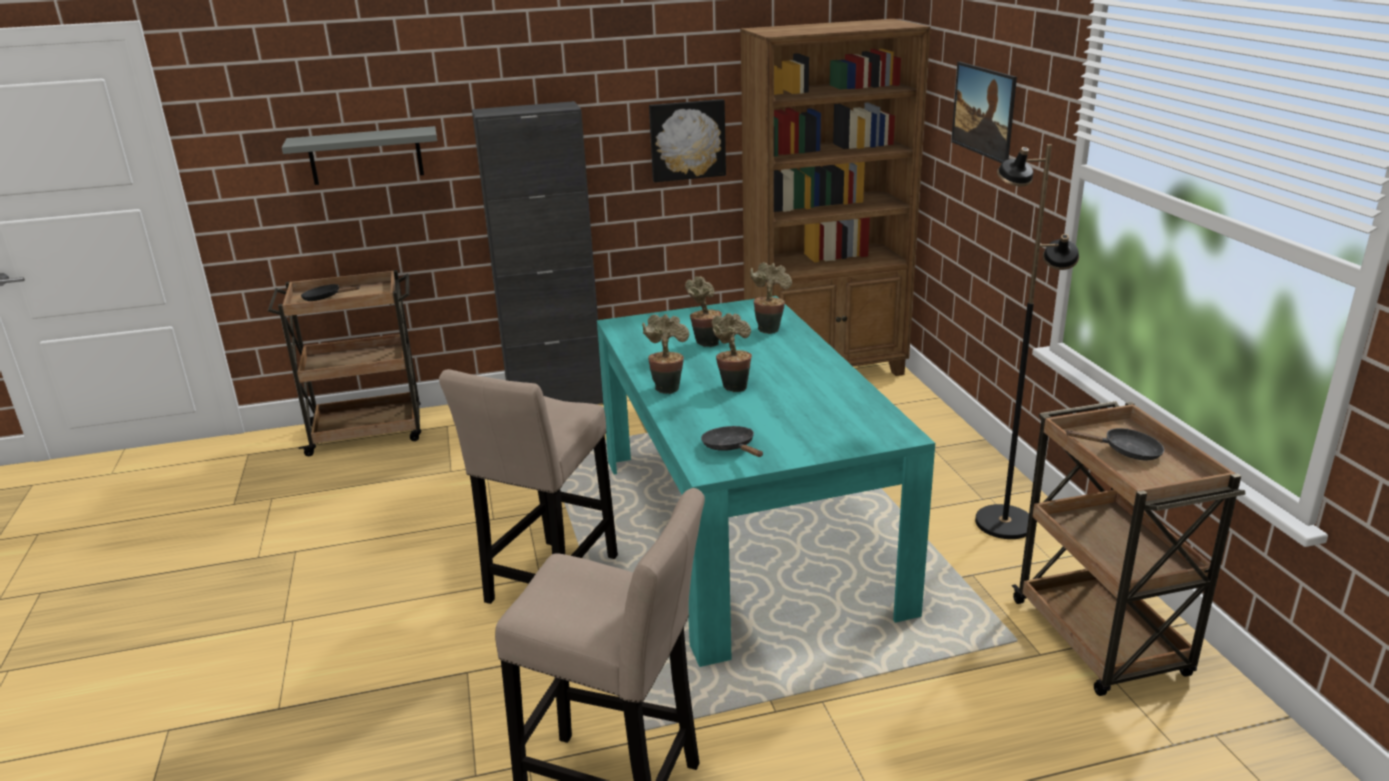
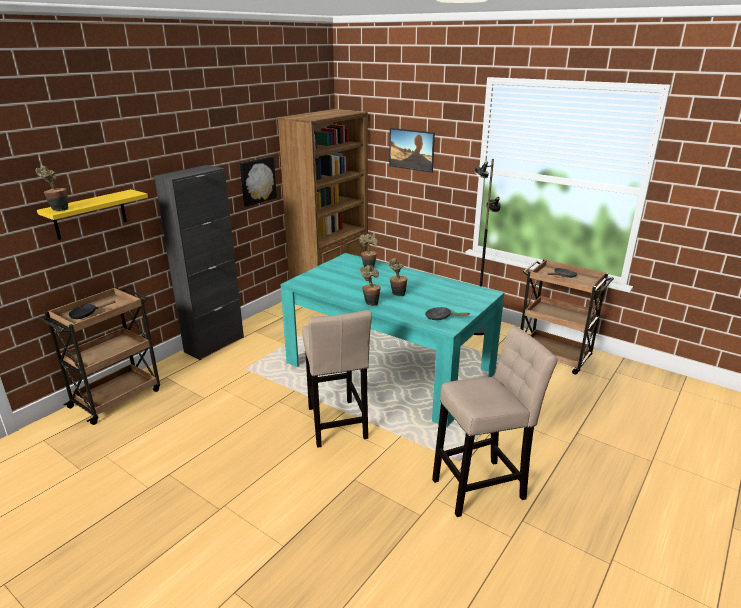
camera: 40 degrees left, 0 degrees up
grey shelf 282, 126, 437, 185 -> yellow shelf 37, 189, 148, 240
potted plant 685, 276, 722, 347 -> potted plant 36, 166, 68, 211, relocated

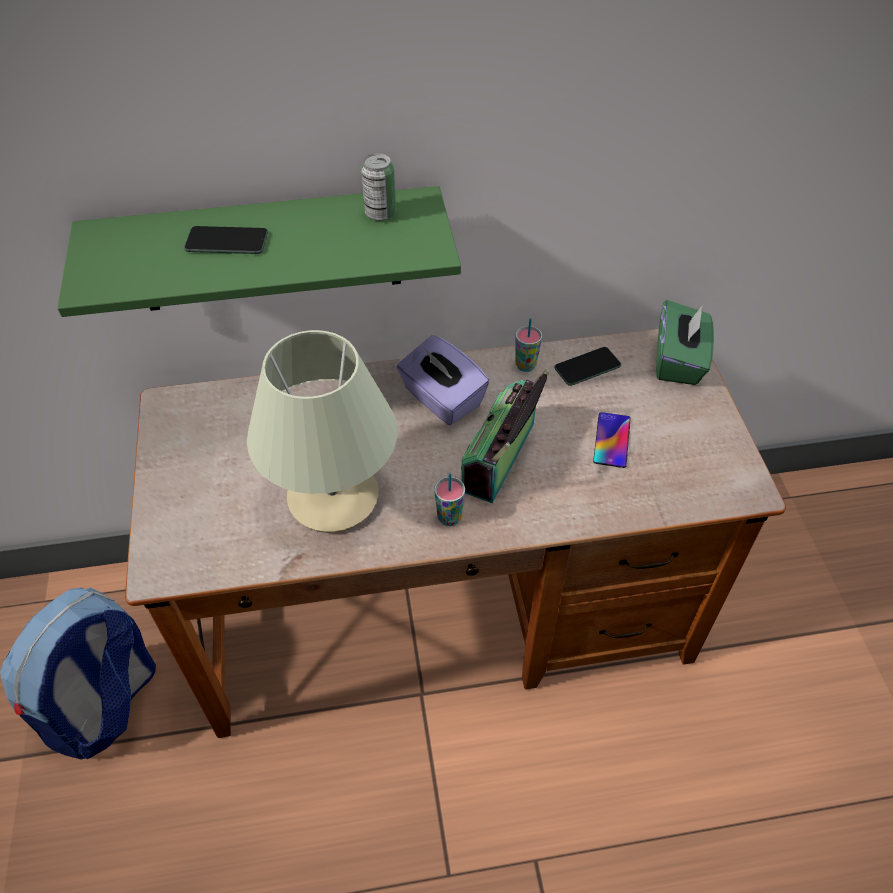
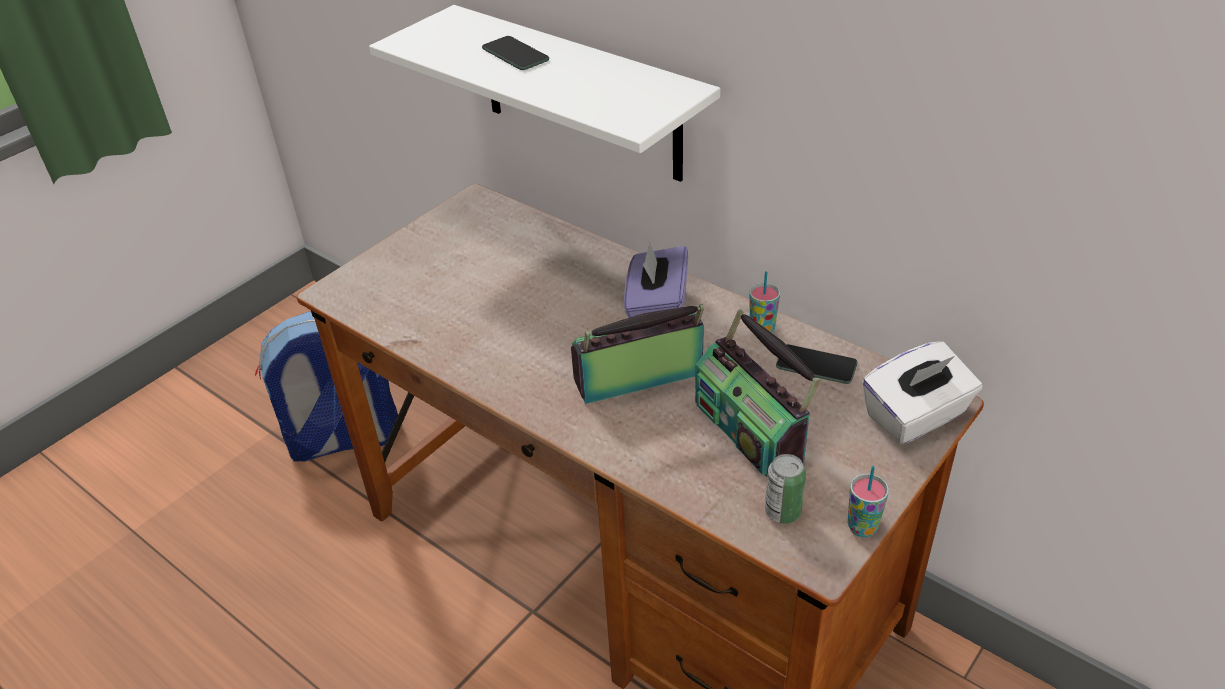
camera: 50 degrees right, 10 degrees down
green shelf 57, 186, 461, 317 -> white shelf 369, 5, 720, 182
beige table lamp 247, 330, 397, 533 -> none
can 361, 153, 396, 221 -> can 765, 454, 806, 524, relocated
cup 434, 473, 465, 526 -> cup 848, 466, 889, 537, relocated
phone 593, 412, 631, 468 -> radio 695, 309, 821, 476
green tissue box 656, 300, 714, 385 -> white tissue box 862, 341, 982, 444

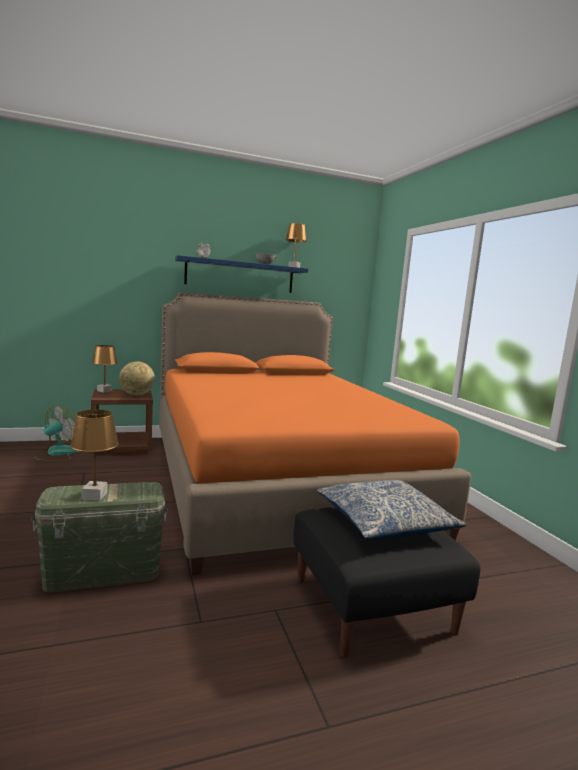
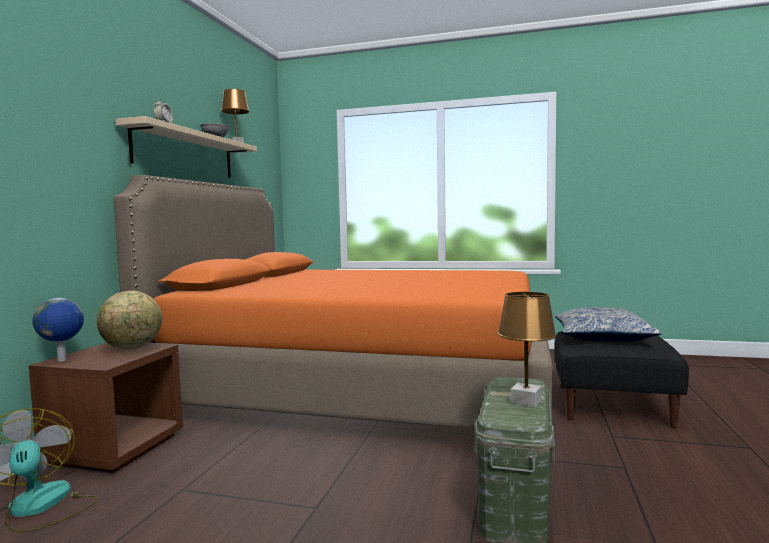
camera: 55 degrees left, 5 degrees down
brown table lamp 92, 345, 117, 393 -> globe 33, 298, 84, 362
blue shelf 175, 255, 308, 293 -> beige shelf 116, 116, 257, 177

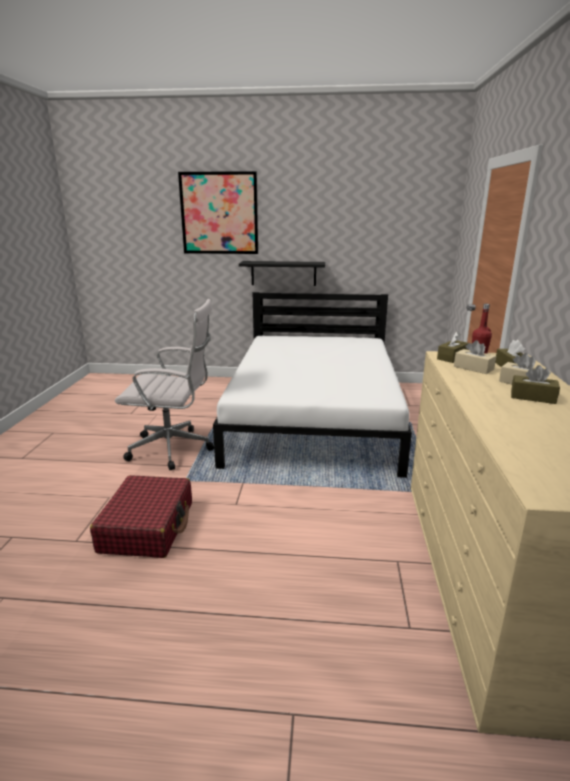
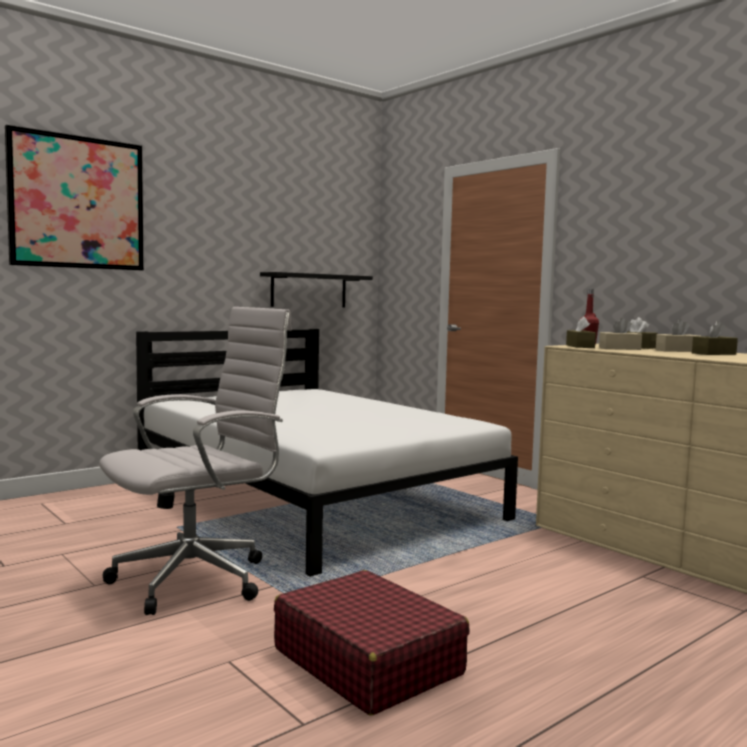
camera: 45 degrees left, 15 degrees down
black shelf 239, 261, 325, 286 -> black shelf 260, 272, 373, 307, relocated

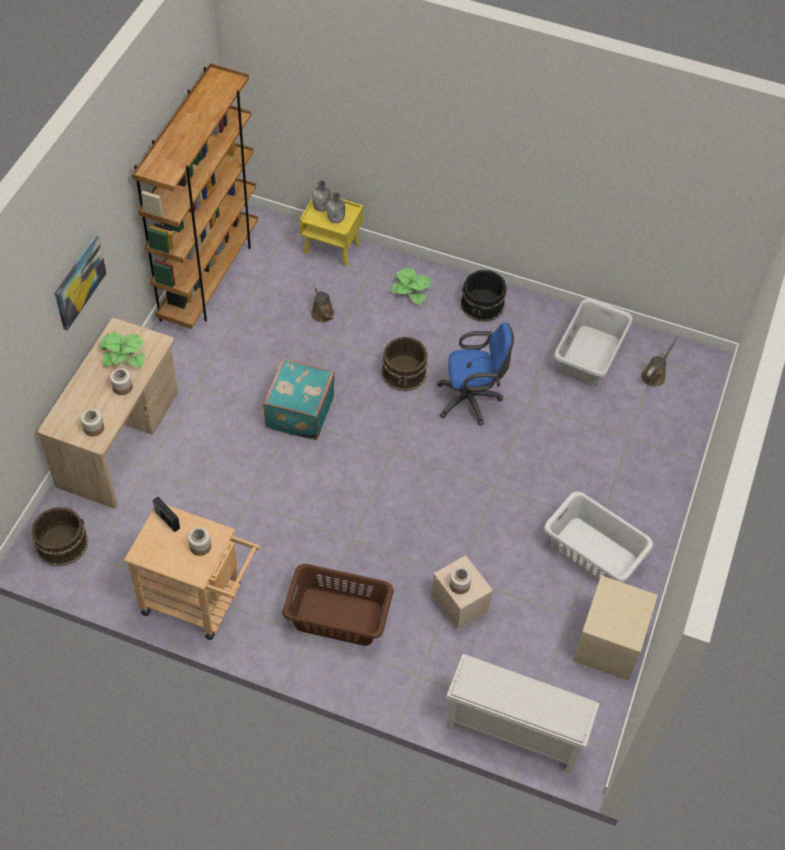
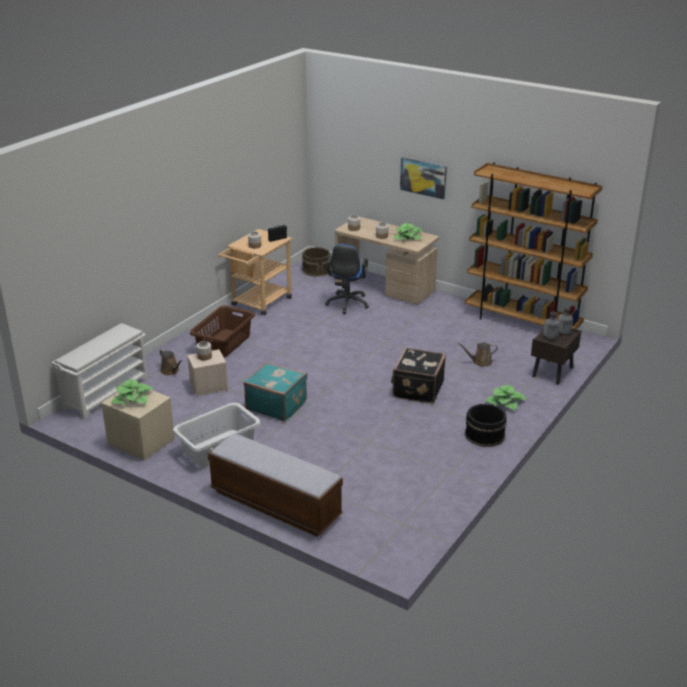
camera: 105 degrees right, 25 degrees down
turquoise suitcase 263, 358, 335, 440 -> turquoise suitcase 244, 362, 307, 421, relocated
yellow nightstand 300, 196, 363, 266 -> brown nightstand 531, 328, 581, 385
brown bucket 381, 337, 428, 391 -> black suitcase 391, 347, 446, 404
blue office chair 437, 322, 514, 426 -> blue office chair 325, 244, 369, 314, relocated
grey laundry basket 554, 298, 633, 386 -> none
brown watering can 641, 337, 678, 387 -> brown watering can 160, 349, 182, 375, relocated
none -> potted plant 111, 379, 153, 405
none -> bench 208, 433, 343, 537

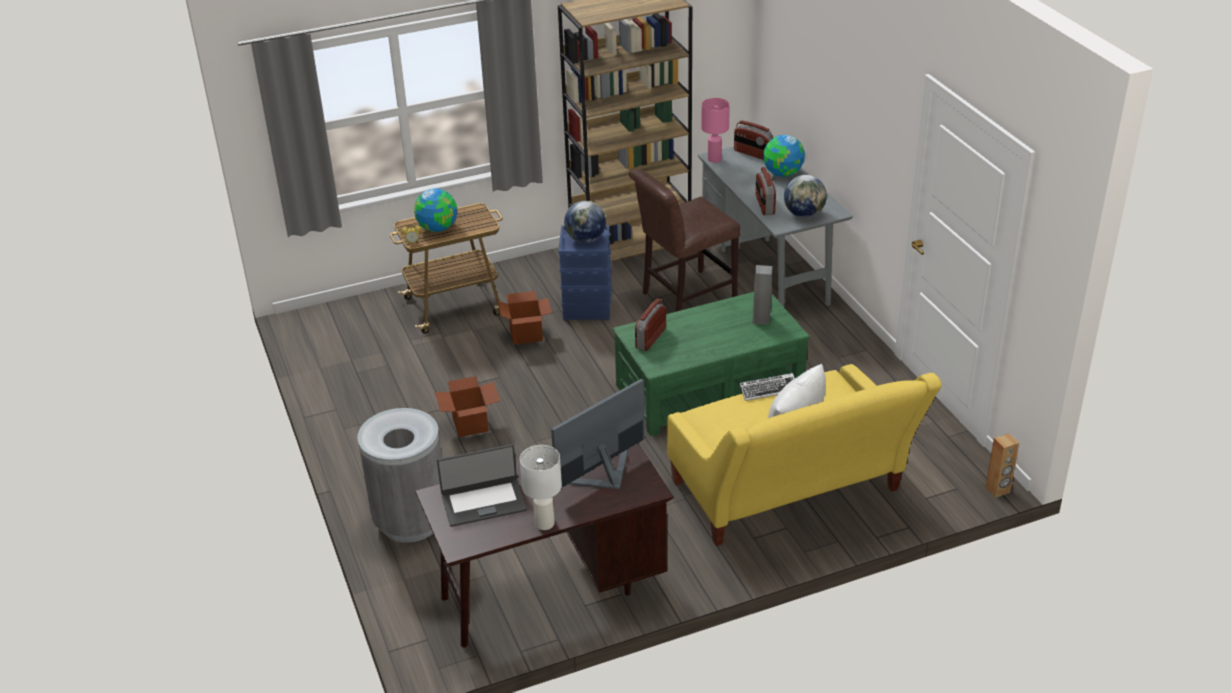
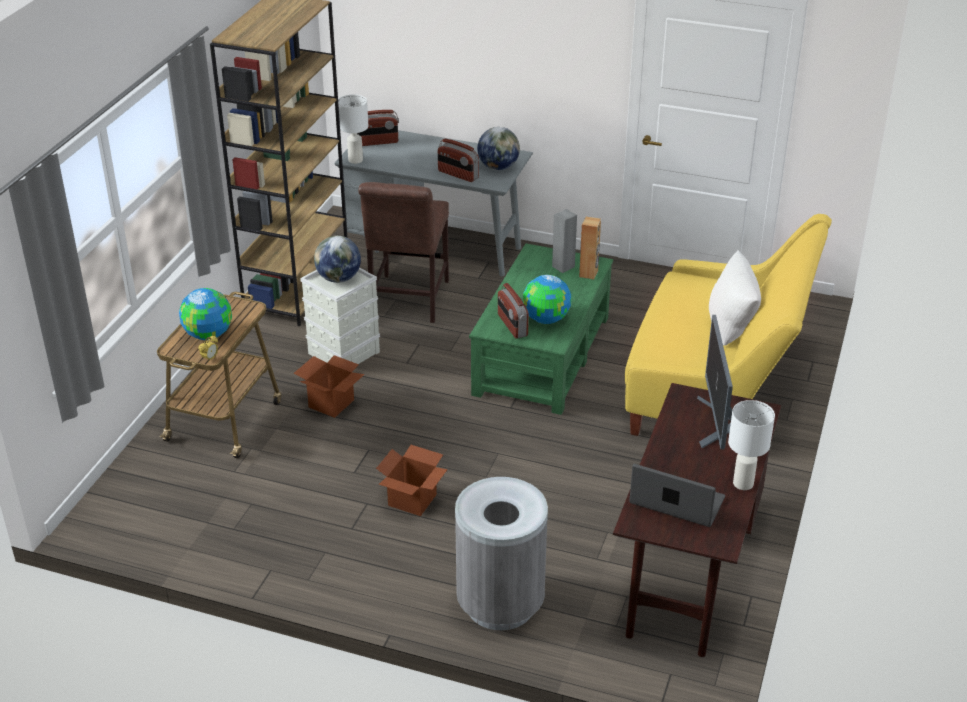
camera: 50 degrees left, 0 degrees up
laptop 437, 444, 527, 527 -> laptop 629, 464, 725, 527, 90 degrees counterclockwise
blue storage box 558, 225, 612, 320 -> grey storage box 300, 267, 380, 364
pink table lamp 701, 98, 730, 163 -> white table lamp 338, 94, 368, 164
keyboard 739, 373, 795, 401 -> none
globe 763, 135, 805, 177 -> globe 523, 275, 571, 324, relocated
brown speaker 985, 433, 1019, 498 -> brown speaker 579, 217, 601, 279, relocated

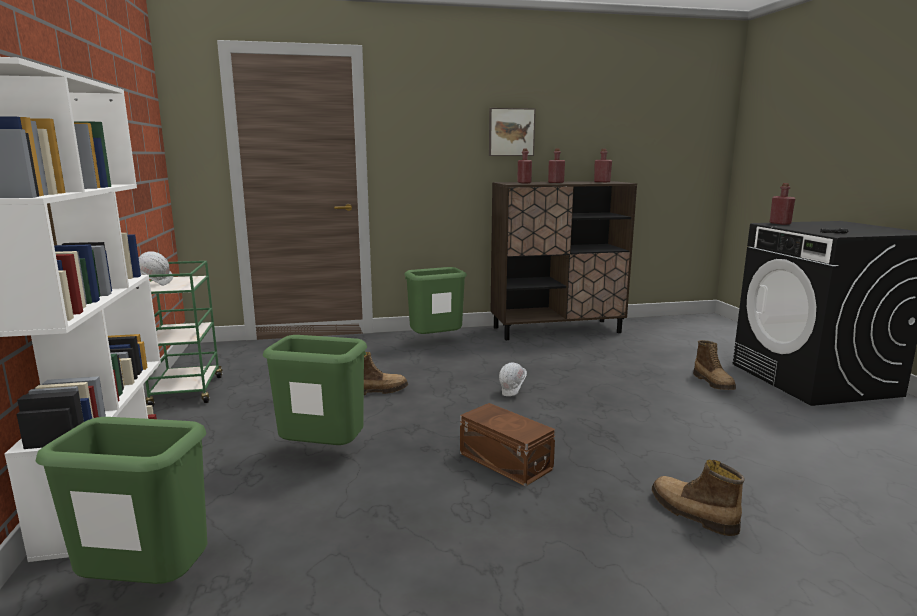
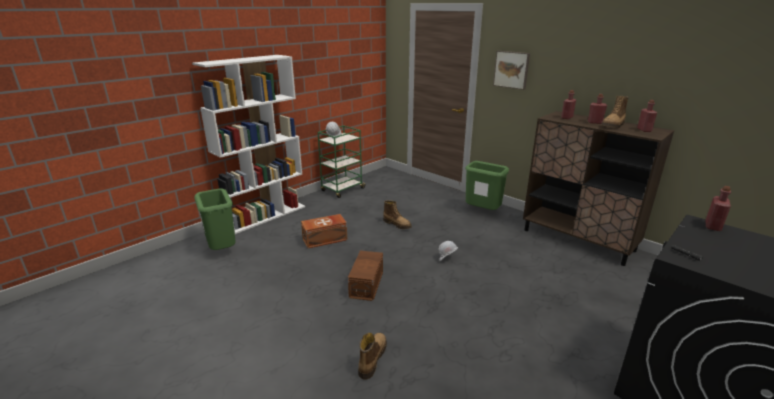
camera: 55 degrees right, 10 degrees up
green trash can 263, 335, 367, 445 -> brown storage box 301, 214, 347, 248
picture 489, 108, 535, 156 -> picture 493, 51, 530, 90, relocated
boot 693, 340, 736, 390 -> boot 601, 96, 629, 128, relocated

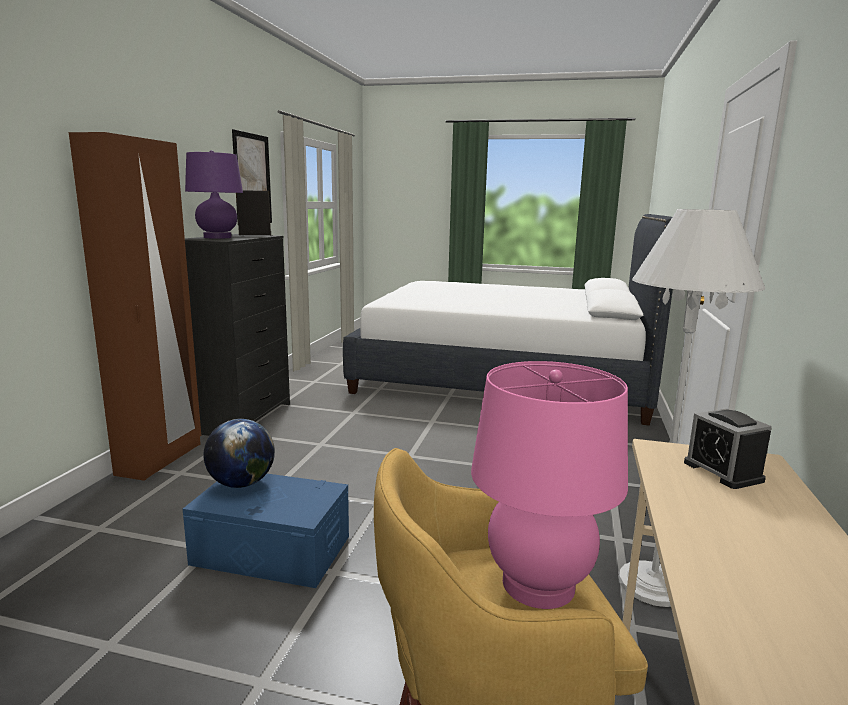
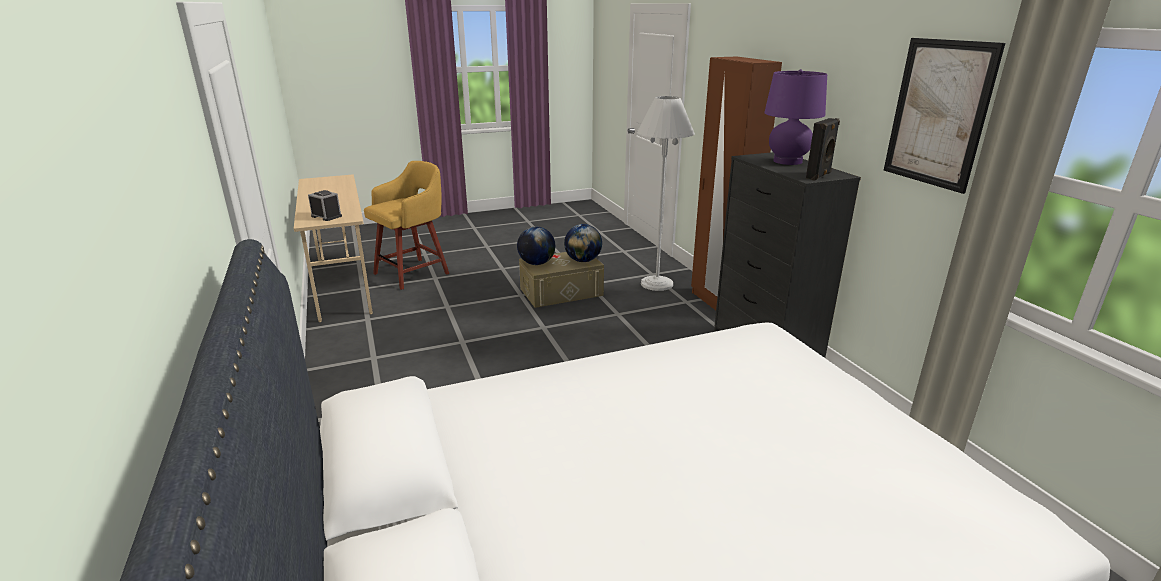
camera: 145 degrees right, 10 degrees up
blue storage box 183, 474, 349, 588 -> beige storage box 519, 252, 604, 308
pink table lamp 471, 361, 628, 609 -> none
white floor lamp 618, 209, 765, 607 -> white floor lamp 637, 96, 695, 291, relocated
none -> globe 517, 227, 555, 265

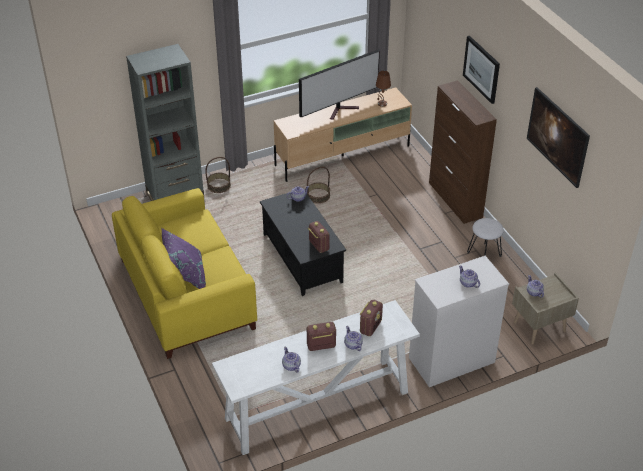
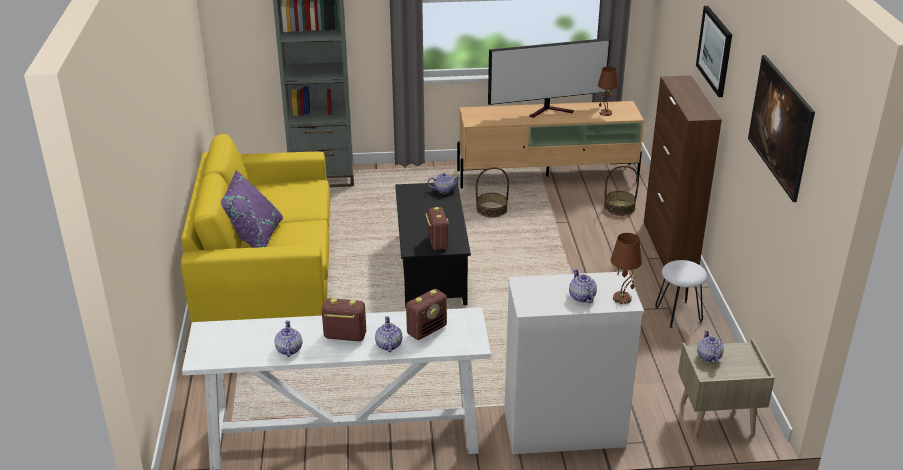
camera: 20 degrees right, 10 degrees down
basket 205, 157, 231, 193 -> basket 604, 165, 639, 216, relocated
none -> brown table lamp 611, 233, 642, 304

